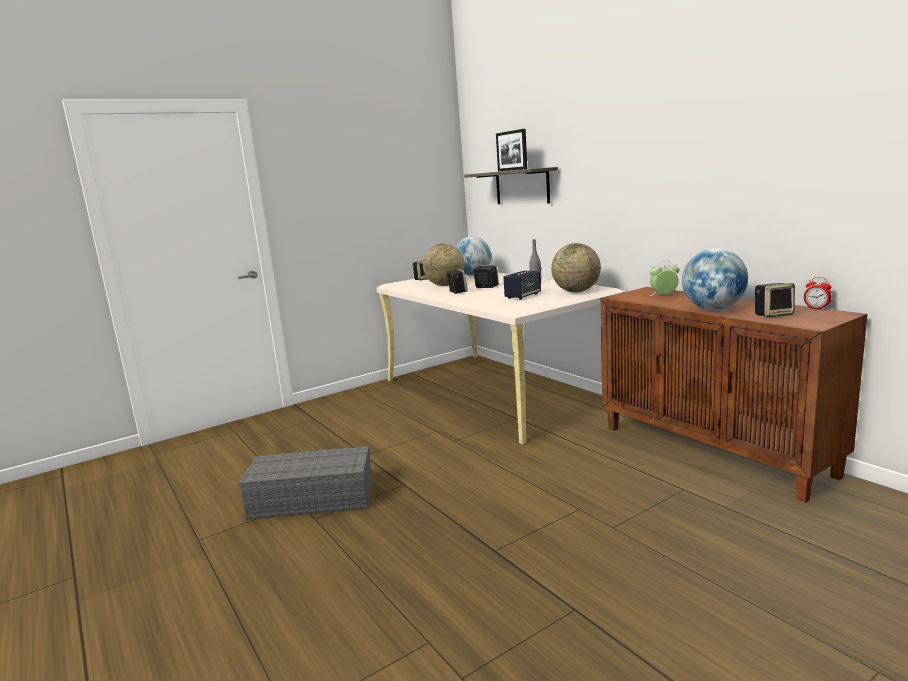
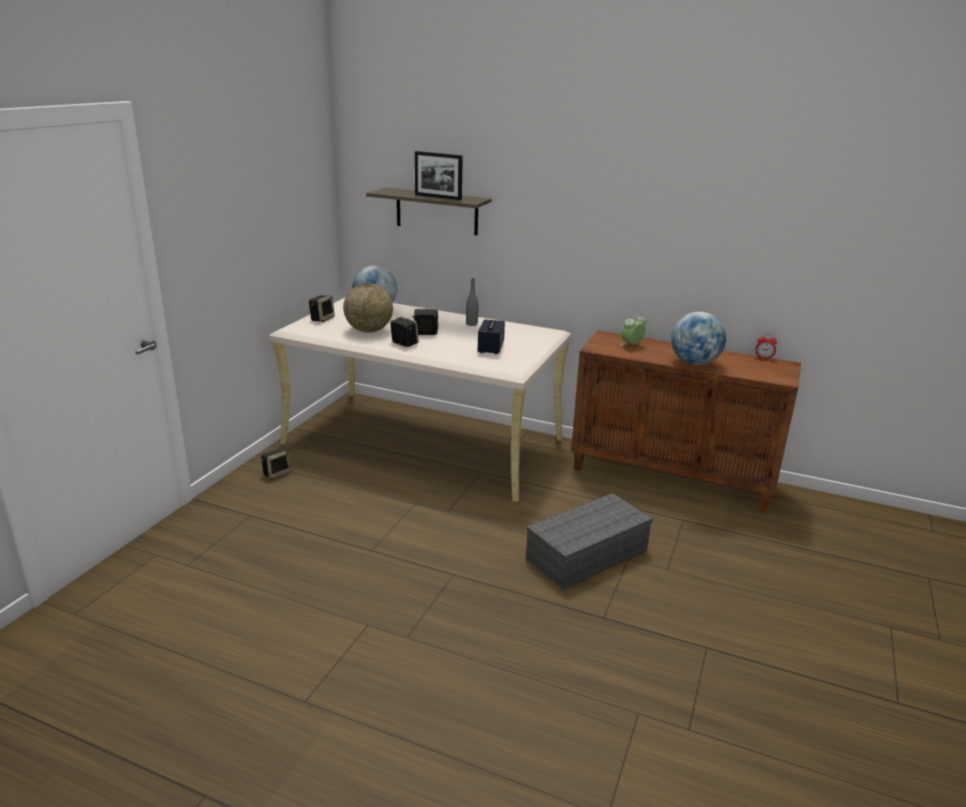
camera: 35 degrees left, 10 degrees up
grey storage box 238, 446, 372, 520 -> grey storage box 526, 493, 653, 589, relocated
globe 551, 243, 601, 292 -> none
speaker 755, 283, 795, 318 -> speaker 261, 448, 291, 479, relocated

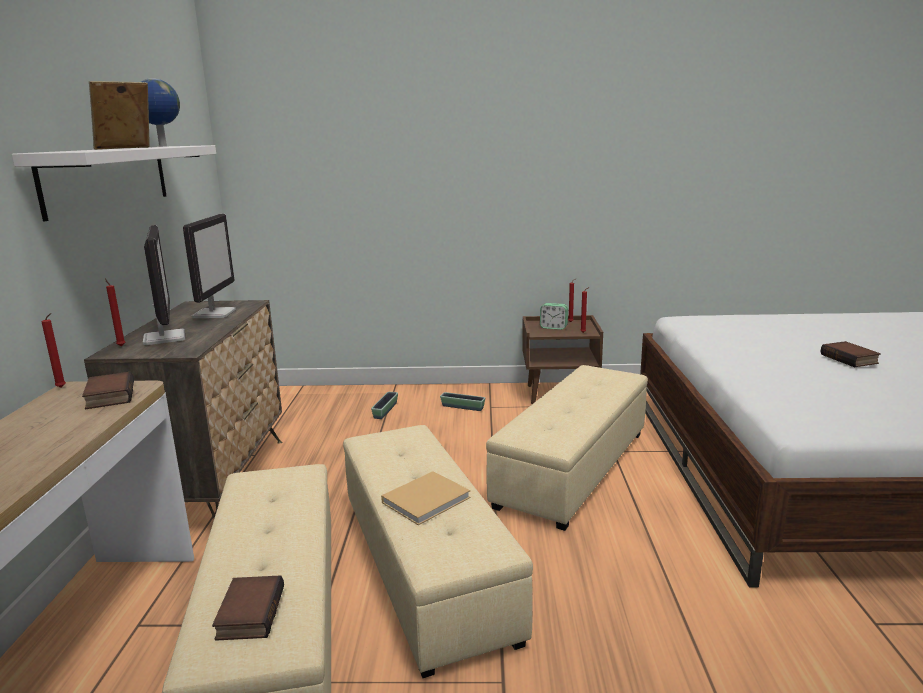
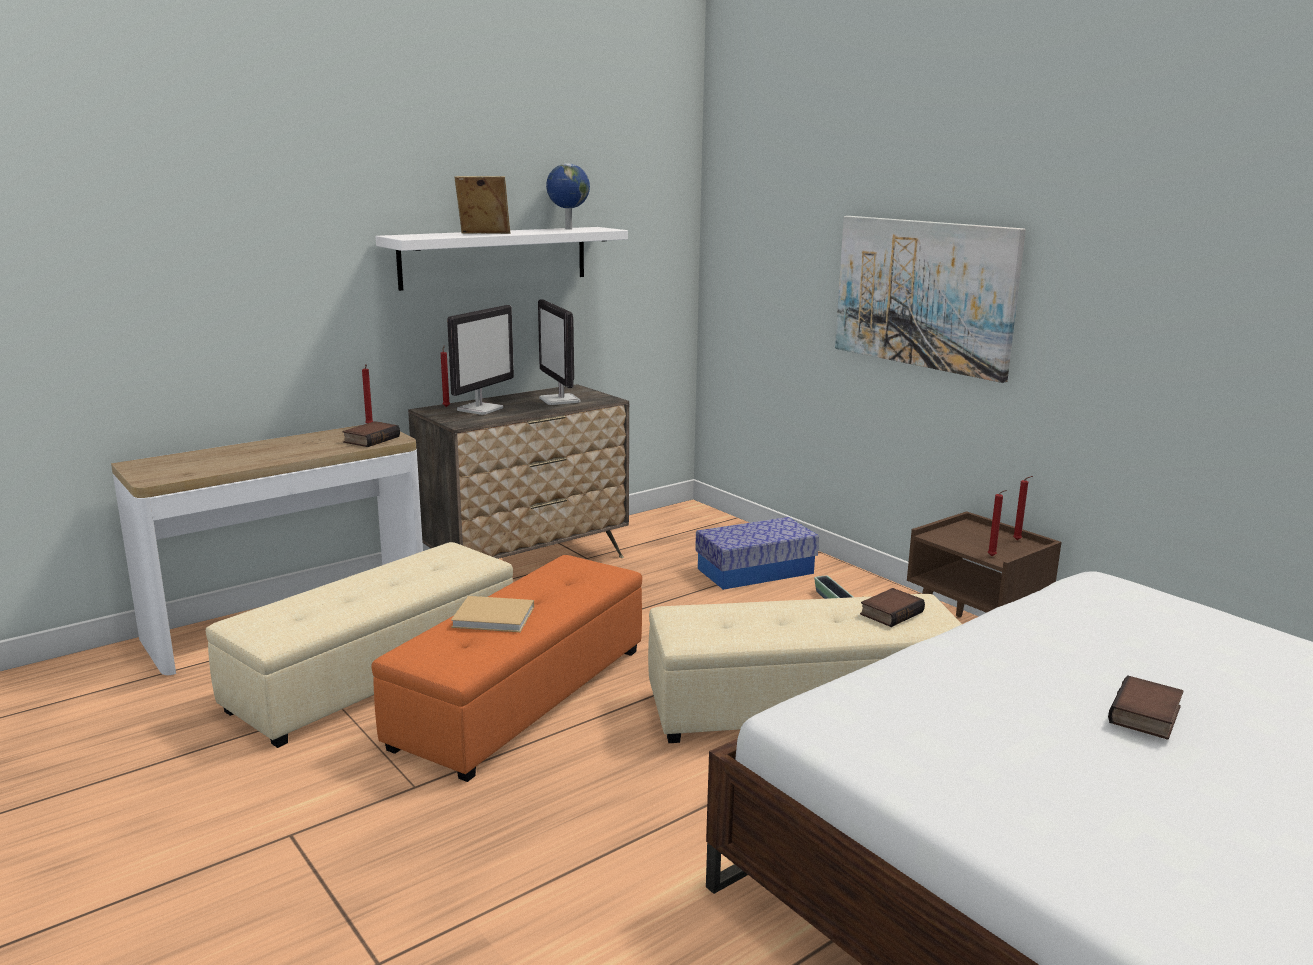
camera: 50 degrees right, 0 degrees up
monitor 183, 214, 236, 318 -> monitor 538, 299, 581, 405, 105 degrees clockwise
book 212, 575, 284, 641 -> book 860, 588, 925, 627, relocated
beige ottoman 343, 425, 533, 678 -> orange ottoman 372, 555, 642, 782
planter 371, 392, 398, 419 -> storage box 695, 517, 819, 590
alarm clock 540, 303, 568, 330 -> none
none -> picture 835, 216, 1026, 383

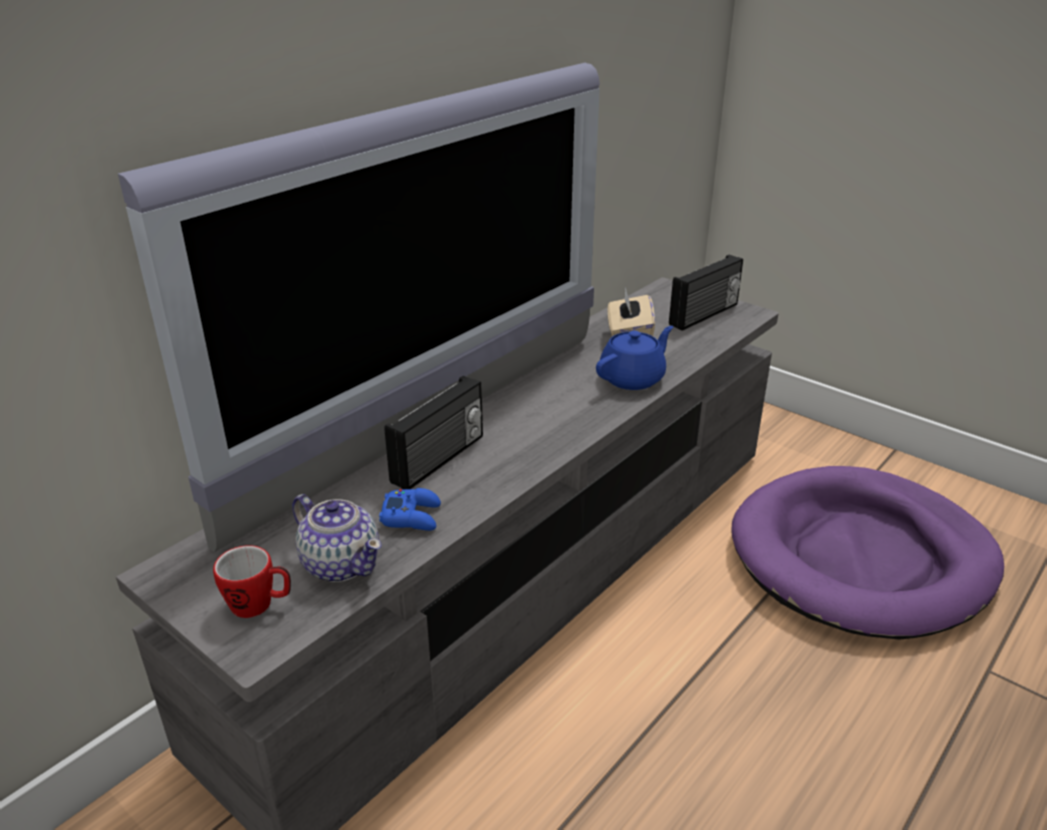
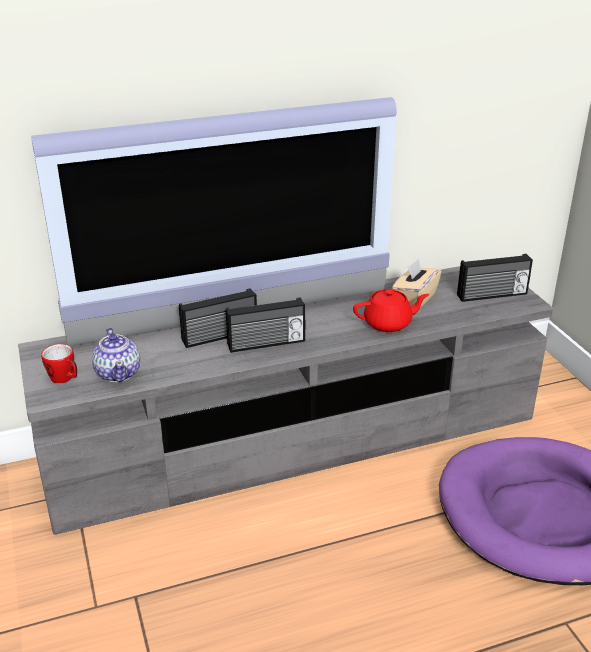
camera: 30 degrees right, 0 degrees up
blue game controller 379, 488, 441, 531 -> none
blue teapot 596, 326, 674, 390 -> red teapot 353, 289, 429, 332
none -> radio 226, 297, 306, 353

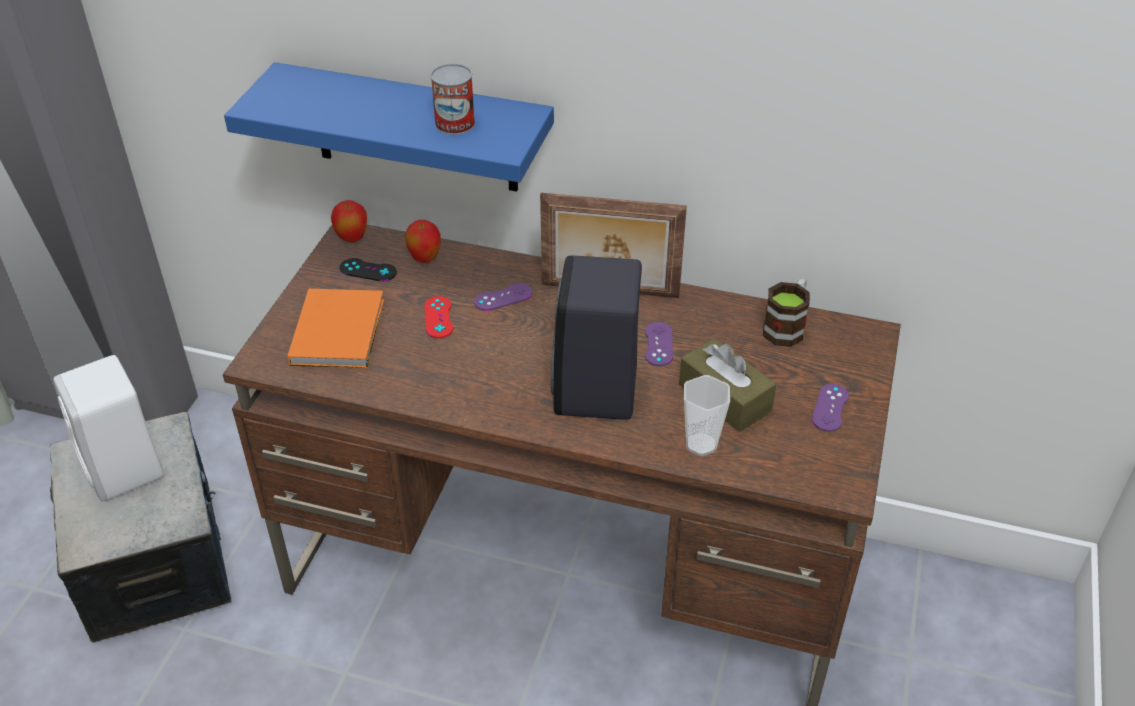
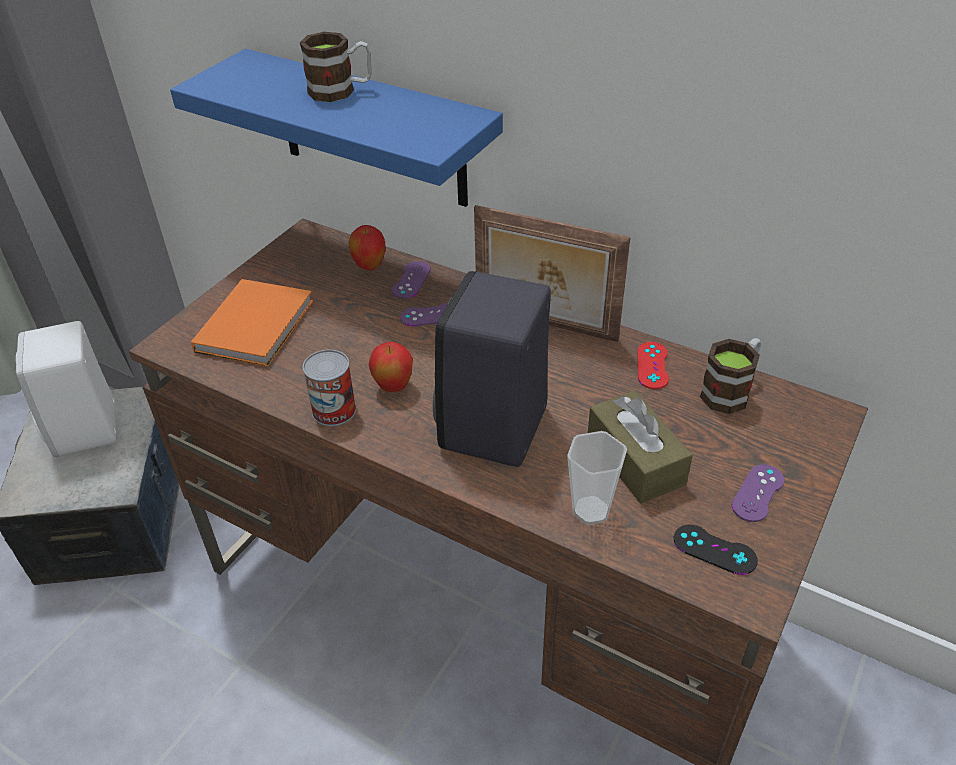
camera: 15 degrees right, 0 degrees up
apple 331, 200, 367, 242 -> apple 369, 342, 413, 392, relocated
black game controller 340, 258, 397, 282 -> black game controller 674, 525, 758, 575, relocated
red game controller 424, 296, 453, 338 -> red game controller 637, 342, 669, 389, relocated
can 431, 64, 475, 135 -> can 303, 349, 356, 426, relocated
purple game controller 645, 322, 673, 366 -> purple game controller 392, 261, 431, 299, relocated
none -> mug 300, 32, 372, 102

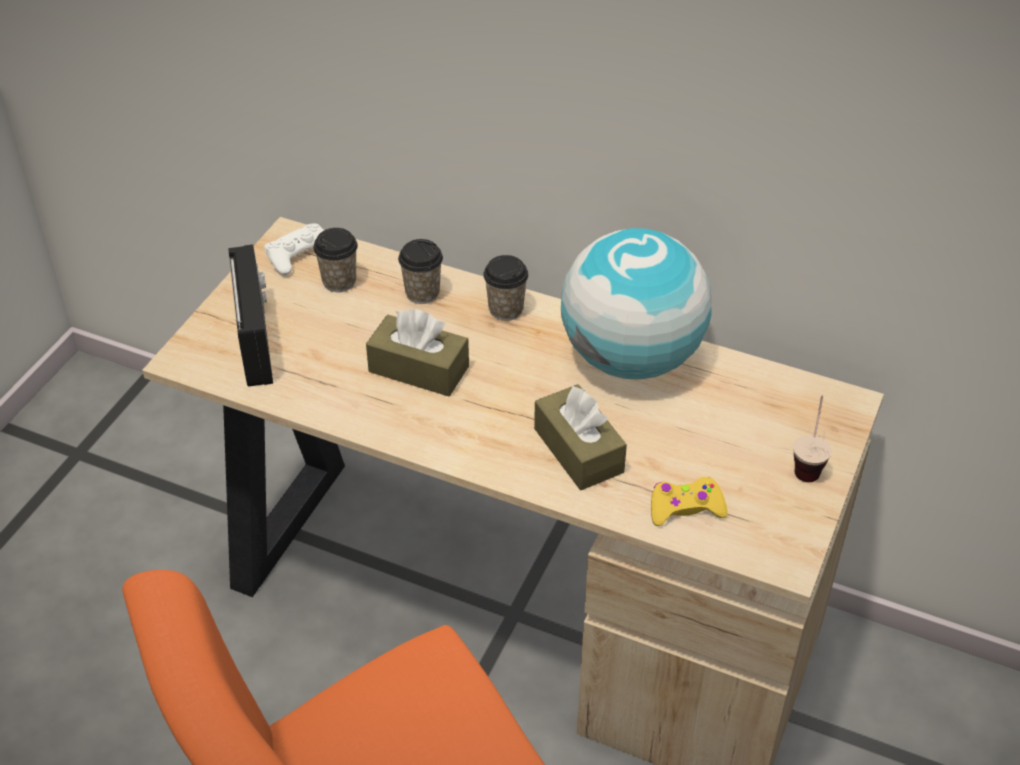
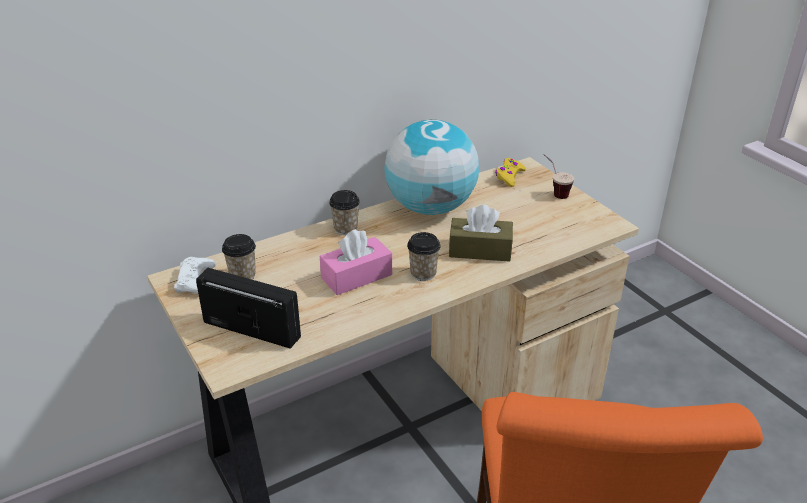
camera: 55 degrees left, 10 degrees down
brown tissue box 366, 309, 469, 396 -> pink tissue box 320, 229, 392, 295
cup 398, 239, 443, 304 -> cup 407, 232, 440, 281, relocated
yellow game controller 651, 477, 728, 526 -> yellow game controller 495, 158, 526, 187, relocated

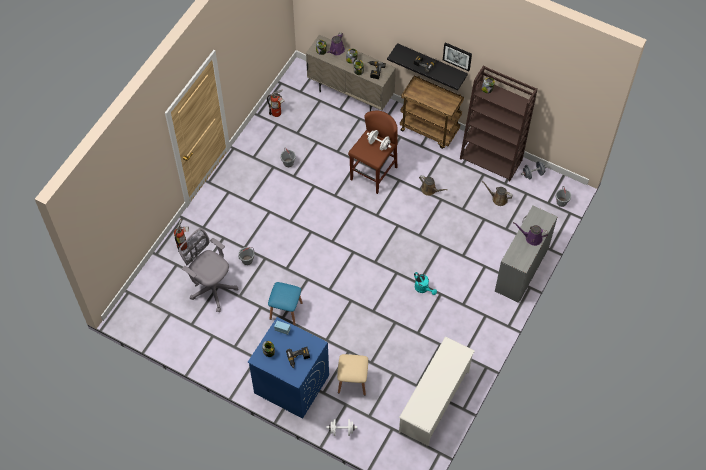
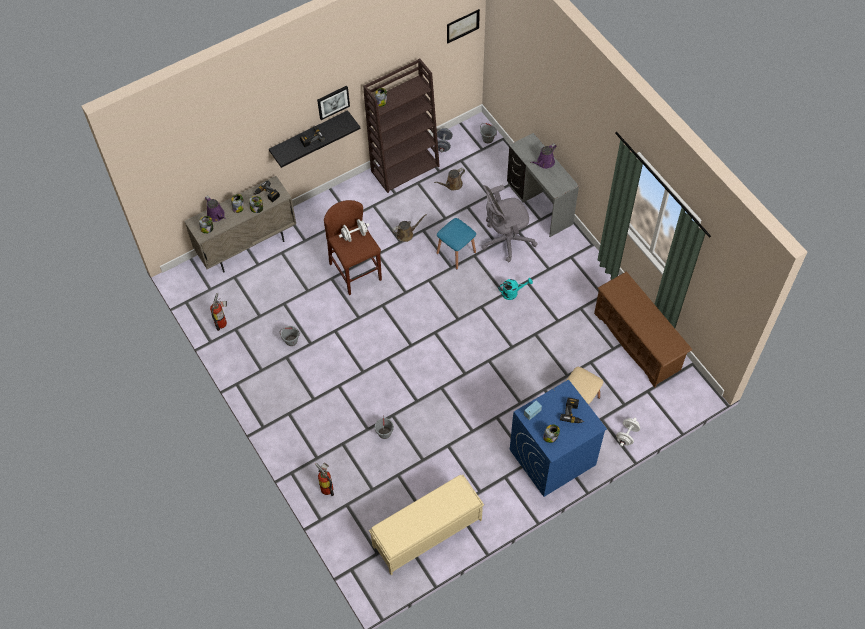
camera: 60 degrees left, 0 degrees up
grey office chair 179, 228, 238, 312 -> grey office chair 481, 185, 538, 263, relocated
blue stool 268, 282, 303, 326 -> blue stool 437, 218, 476, 270, relocated
white shoe rack 399, 336, 475, 446 -> brown shoe rack 594, 272, 692, 388
brown cart 400, 76, 464, 149 -> none
none -> beige bench 369, 475, 484, 575
none -> picture 447, 9, 480, 44

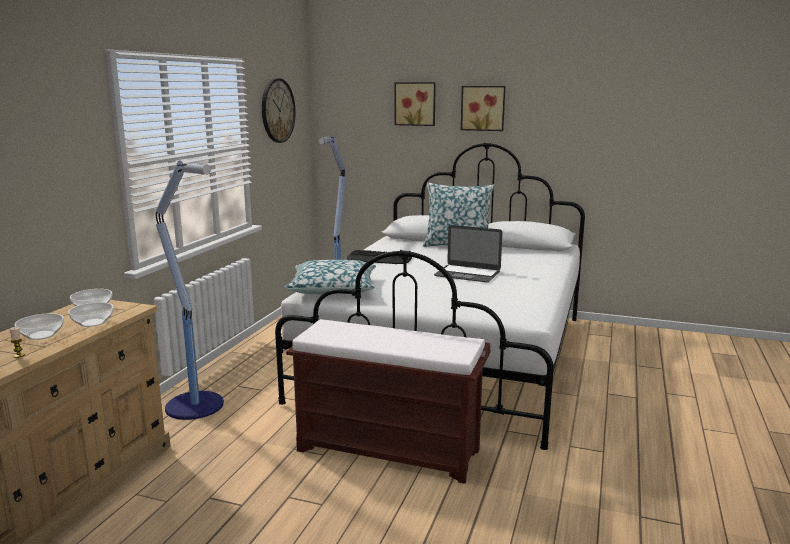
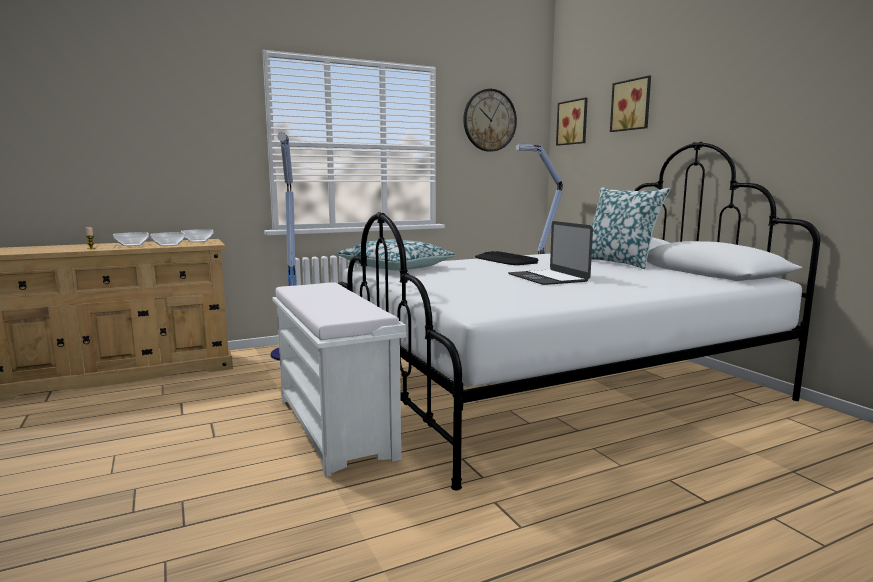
camera: 45 degrees right, 5 degrees down
brown bench 286, 319, 491, 484 -> white bench 272, 282, 406, 477
picture 461, 86, 505, 131 -> picture 556, 97, 588, 146, relocated

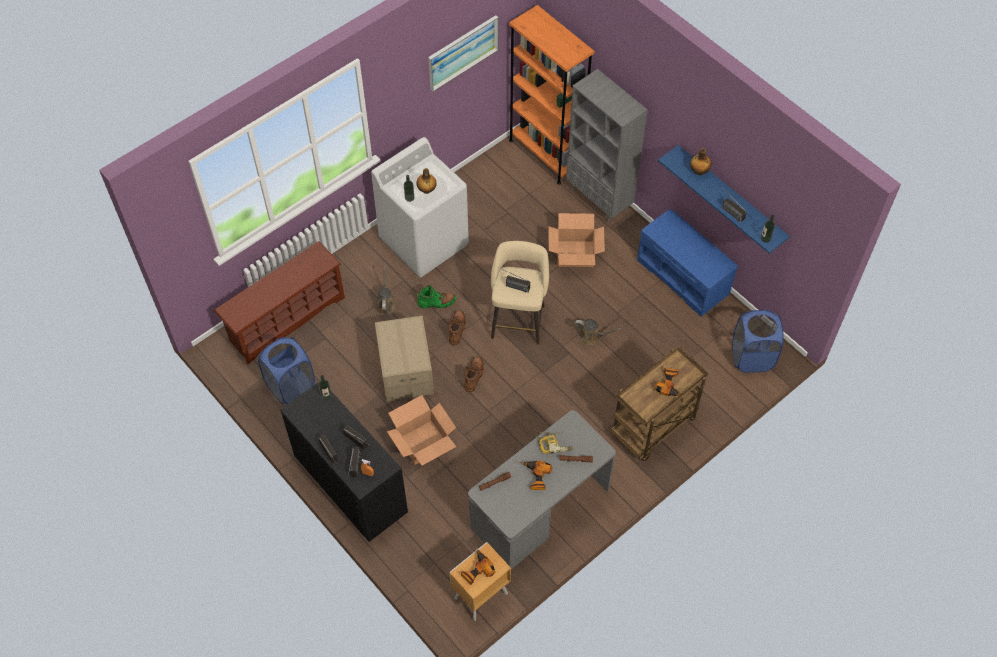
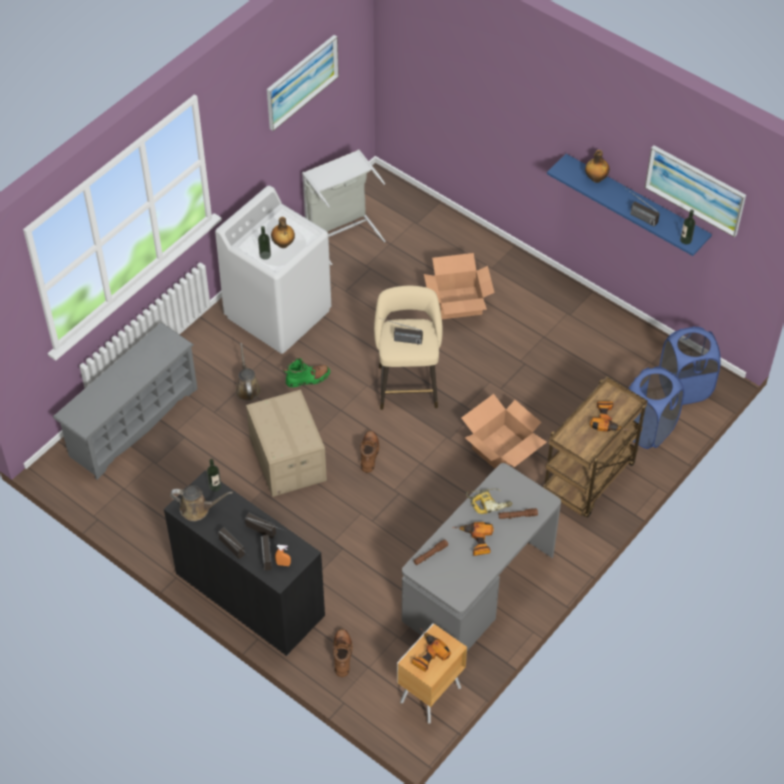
camera: 10 degrees left, 5 degrees down
brown shoe rack 214, 241, 345, 364 -> grey shoe rack 53, 323, 197, 480
blue laundry basket 258, 337, 315, 404 -> blue laundry basket 629, 367, 685, 449, relocated
cardboard box 387, 395, 456, 465 -> cardboard box 461, 394, 547, 469, relocated
brown boot 448, 310, 466, 345 -> brown boot 333, 629, 353, 677, relocated
orange bookcase 509, 5, 595, 185 -> none
grey bookcase 566, 69, 648, 224 -> none
brown watering can 574, 319, 621, 345 -> brown watering can 170, 485, 233, 521, relocated
blue bench 637, 209, 738, 317 -> none
none -> grey laundry basket 302, 149, 386, 265
none -> picture 645, 145, 746, 237

